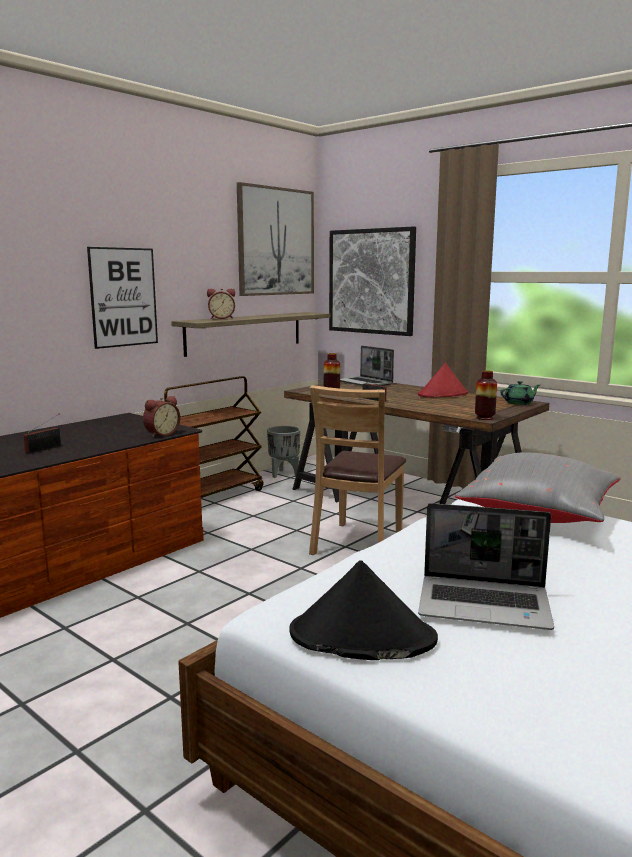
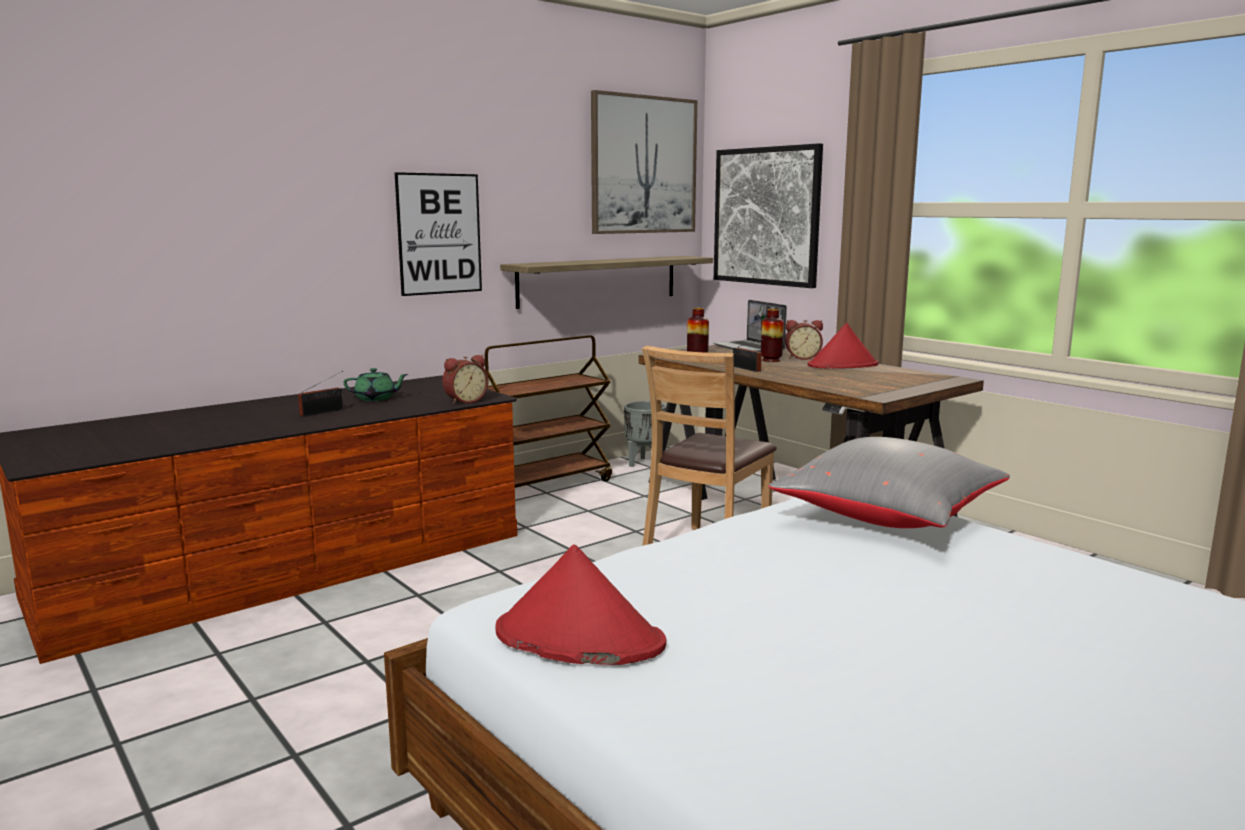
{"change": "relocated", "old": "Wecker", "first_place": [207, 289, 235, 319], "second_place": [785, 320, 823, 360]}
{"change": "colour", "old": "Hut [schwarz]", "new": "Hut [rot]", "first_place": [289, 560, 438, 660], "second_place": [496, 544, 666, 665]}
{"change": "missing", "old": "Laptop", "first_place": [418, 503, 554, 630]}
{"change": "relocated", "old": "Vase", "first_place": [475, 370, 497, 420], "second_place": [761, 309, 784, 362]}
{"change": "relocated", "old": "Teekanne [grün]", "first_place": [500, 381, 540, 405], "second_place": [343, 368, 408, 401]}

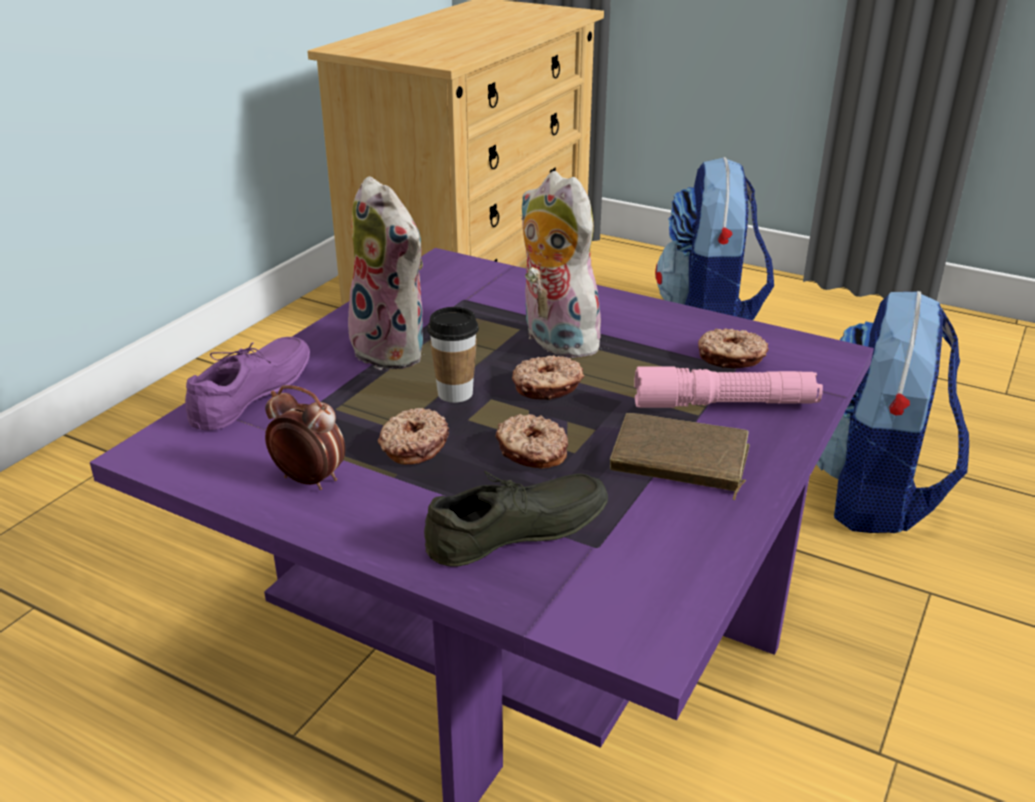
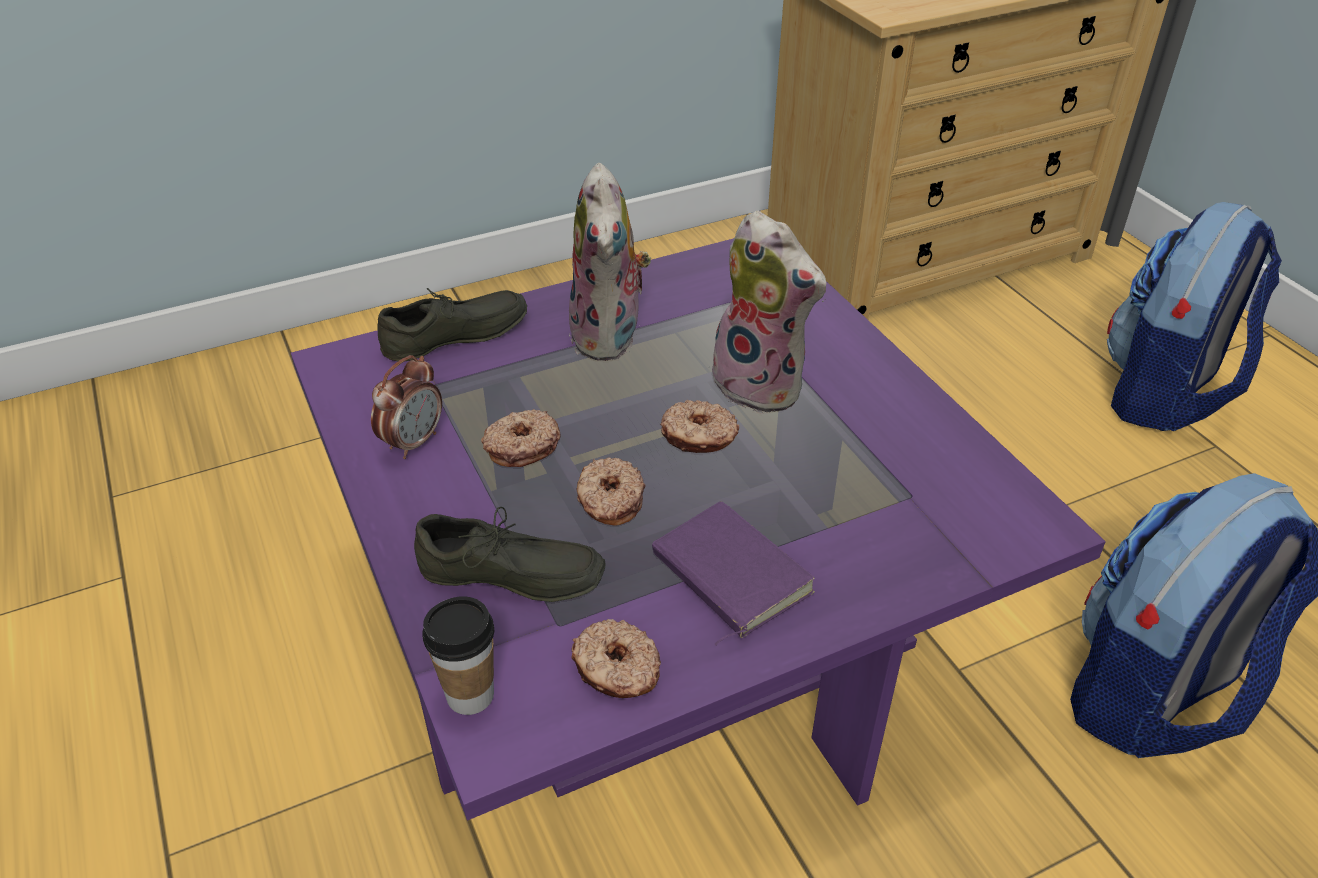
{"change": "colour", "old": "Schuh [lila]", "new": "Schuh [grau]", "first_place": [185, 337, 310, 430], "second_place": [377, 288, 527, 362]}
{"change": "spun", "old": "Wecker", "first_place": [265, 385, 346, 490], "second_place": [371, 355, 442, 459], "degrees": 60}
{"change": "relocated", "old": "Tasse", "first_place": [427, 307, 479, 403], "second_place": [422, 597, 494, 715]}
{"change": "spun", "old": "Plüschtier", "first_place": [521, 171, 609, 358], "second_place": [712, 211, 826, 414], "degrees": 135}
{"change": "colour", "old": "Buch [braun]", "new": "Buch [lila]", "first_place": [610, 413, 750, 500], "second_place": [652, 501, 815, 646]}
{"change": "missing", "old": "Taschenlampe [rosa]", "first_place": [634, 366, 823, 408]}
{"change": "relocated", "old": "Donut", "first_place": [698, 329, 769, 368], "second_place": [571, 619, 661, 698]}

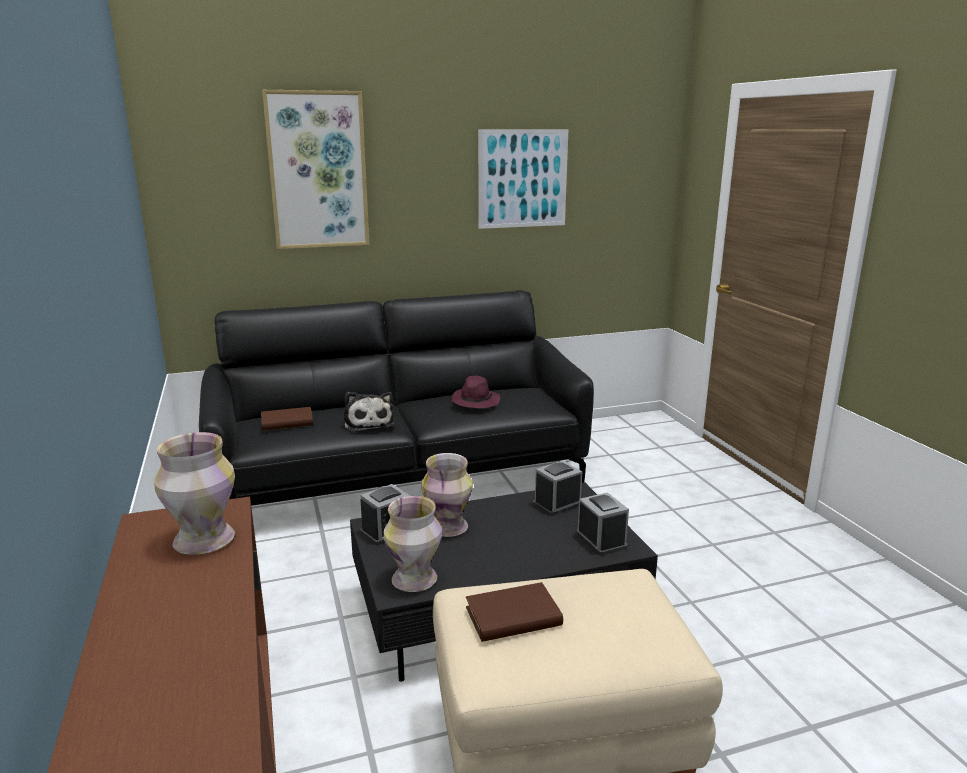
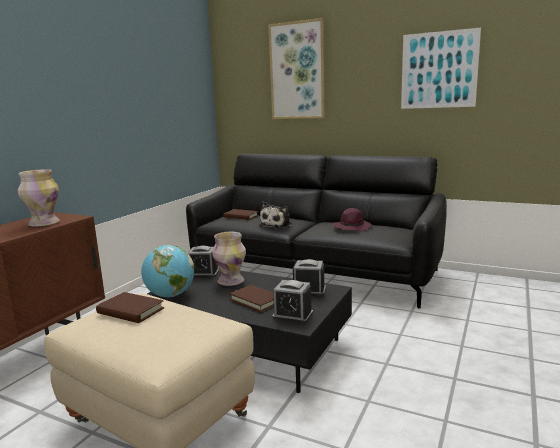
{"change": "exchanged", "old": "Vase", "new": "Globus", "first_place": [384, 496, 442, 592], "second_place": [141, 245, 194, 297]}
{"change": "spun", "old": "Wecker", "first_place": [576, 492, 629, 556], "second_place": [272, 280, 313, 324], "degrees": 90}
{"change": "appeared", "new": "Buch [braun]", "second_place": [229, 285, 274, 312]}

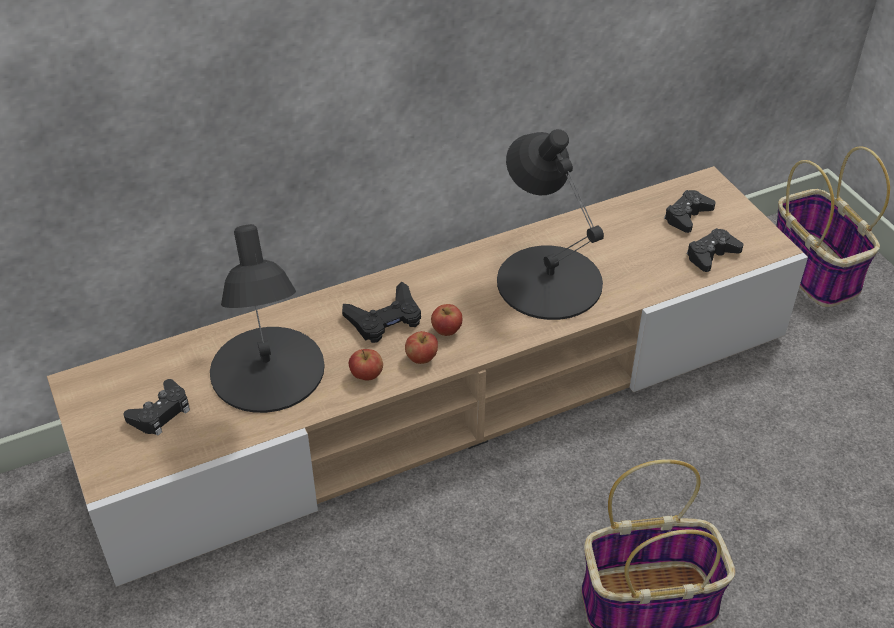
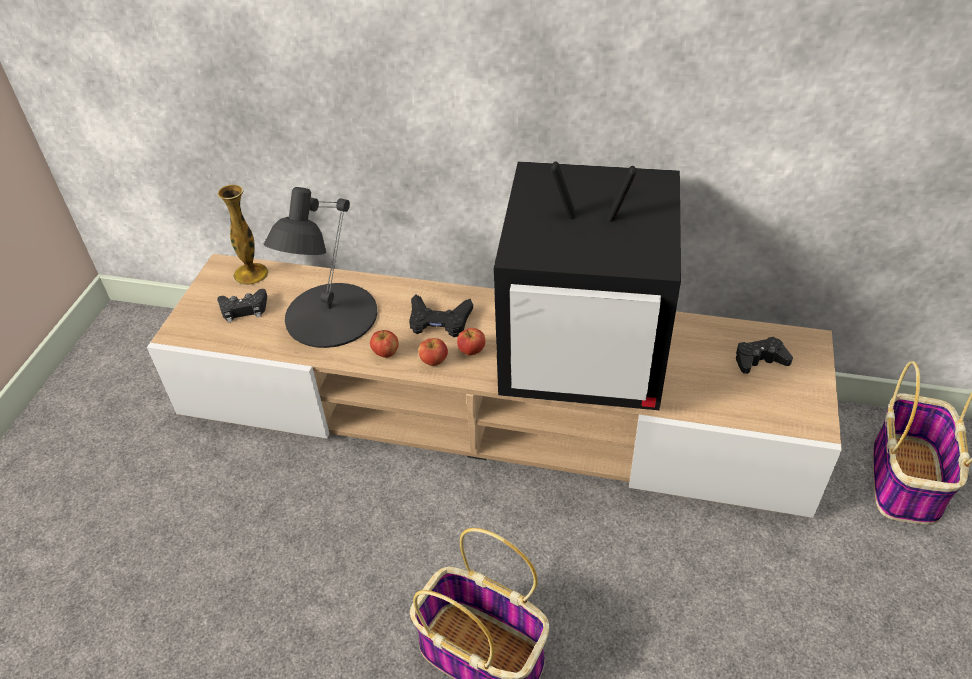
{"change": "exchanged", "old": "Tischlampe [schwarz]", "new": "Fernseher", "first_place": [497, 129, 604, 320], "second_place": [494, 161, 681, 410]}
{"change": "missing", "old": "Gamepad [schwarz]", "first_place": [687, 228, 743, 272]}
{"change": "appeared", "new": "Vase", "second_place": [218, 185, 268, 285]}

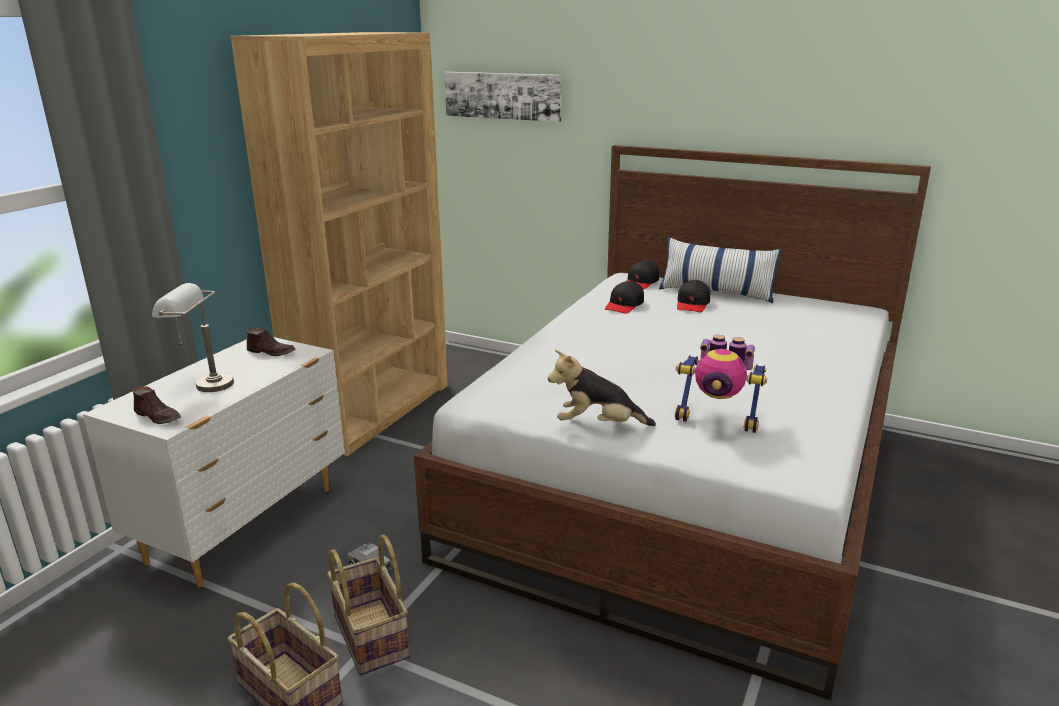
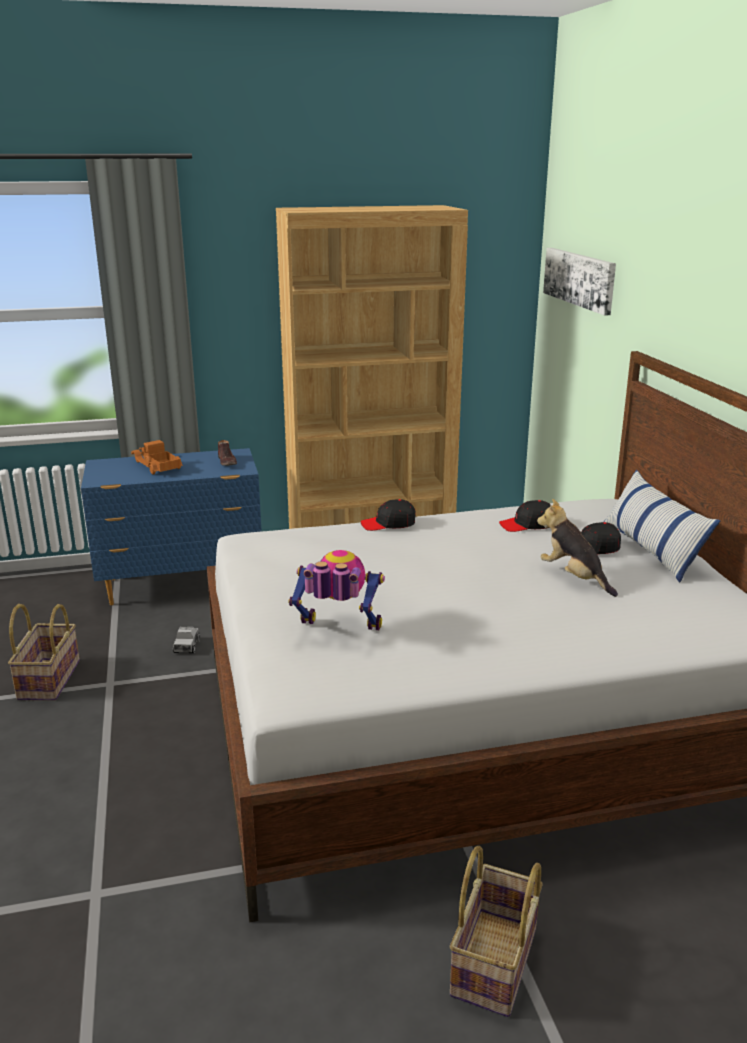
{"change": "colour", "old": "Kommode [weiß]", "new": "Kommode [blau]", "first_place": [83, 337, 345, 587], "second_place": [81, 448, 262, 605]}
{"change": "missing", "old": "Schuh [braun]", "first_place": [133, 386, 181, 424]}
{"change": "exchanged", "old": "Tischlampe [grau]", "new": "Spielzeuglaster", "first_place": [152, 283, 234, 392], "second_place": [131, 440, 183, 474]}
{"change": "relocated", "old": "Korb", "first_place": [327, 535, 410, 675], "second_place": [450, 846, 543, 1017]}
{"change": "relocated", "old": "Plüschtier", "first_place": [548, 350, 656, 426], "second_place": [537, 499, 618, 597]}
{"change": "relocated", "old": "Kappe [schwarz]", "first_place": [626, 260, 659, 290], "second_place": [361, 499, 416, 531]}
{"change": "spun", "old": "Spielzeugroboter", "first_place": [675, 335, 767, 433], "second_place": [288, 550, 385, 630], "degrees": 120}

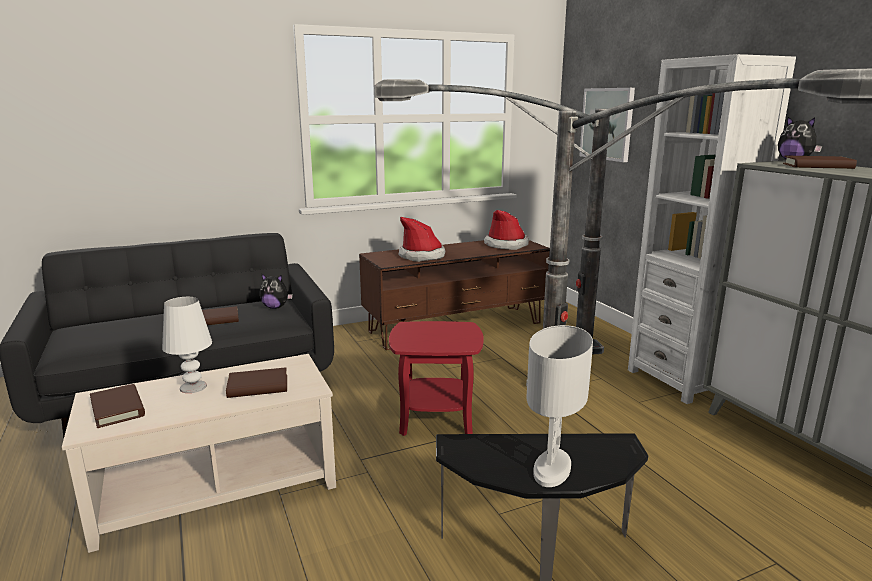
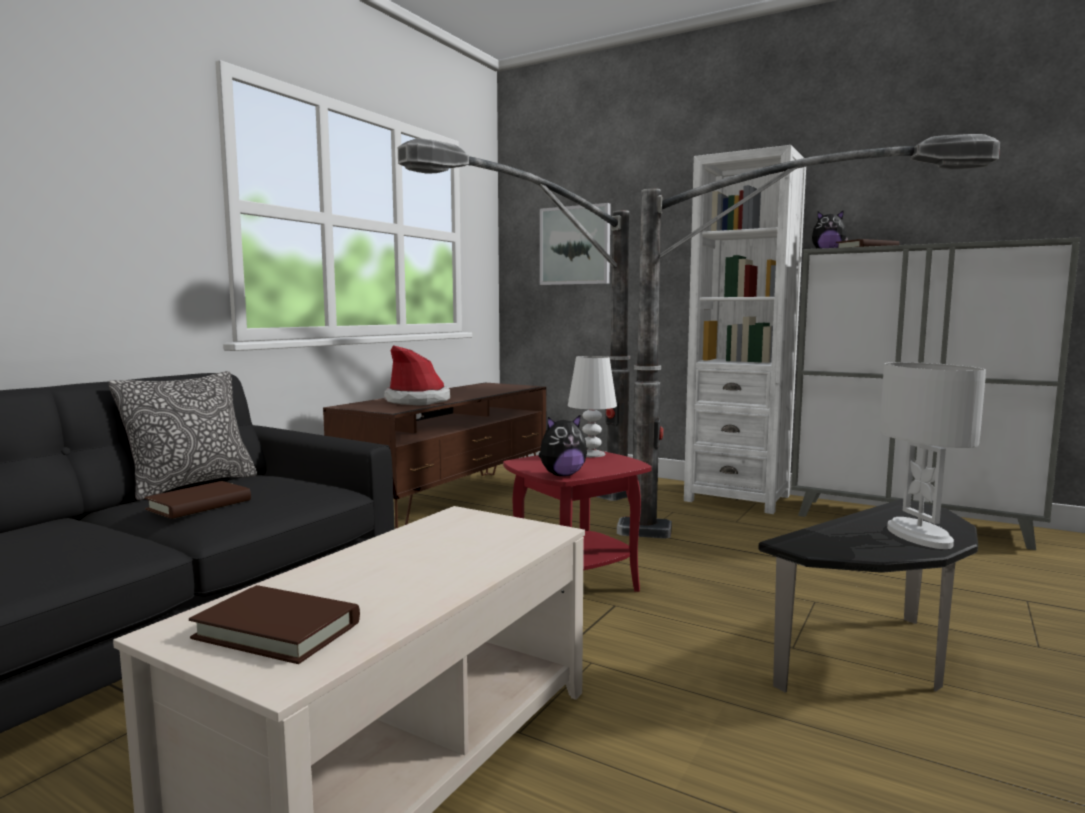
{"change": "relocated", "old": "Tischlampe [weiß]", "first_place": [162, 297, 212, 393], "second_place": [568, 356, 617, 457]}
{"change": "missing", "old": "Buch [braun]", "first_place": [226, 367, 287, 398]}
{"change": "relocated", "old": "Plüschtier", "first_place": [259, 274, 293, 309], "second_place": [539, 414, 587, 476]}
{"change": "missing", "old": "Hut", "first_place": [484, 210, 529, 250]}
{"change": "appeared", "new": "Kissen", "second_place": [109, 371, 257, 500]}

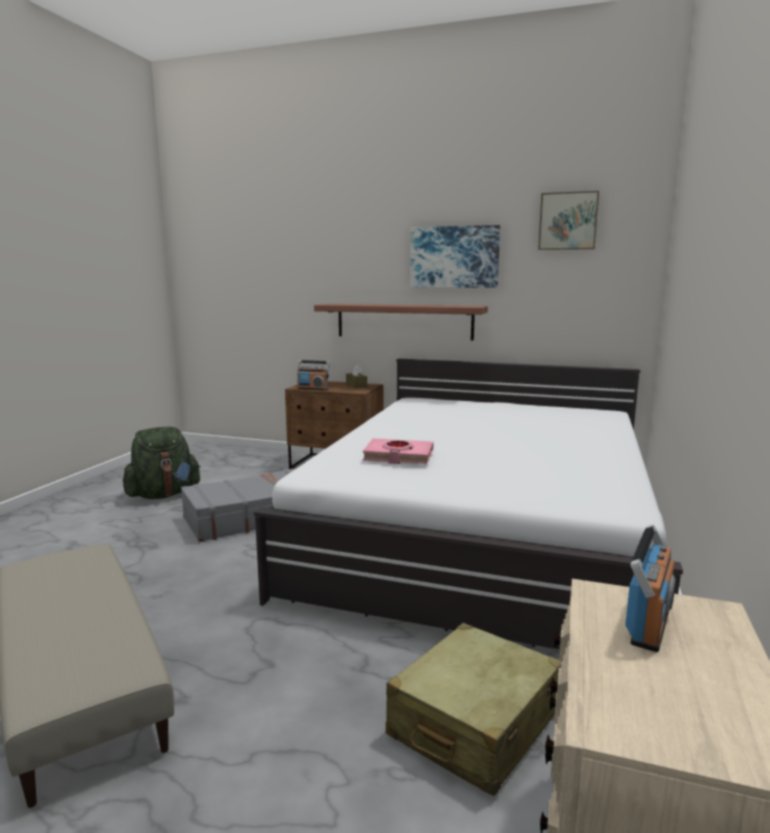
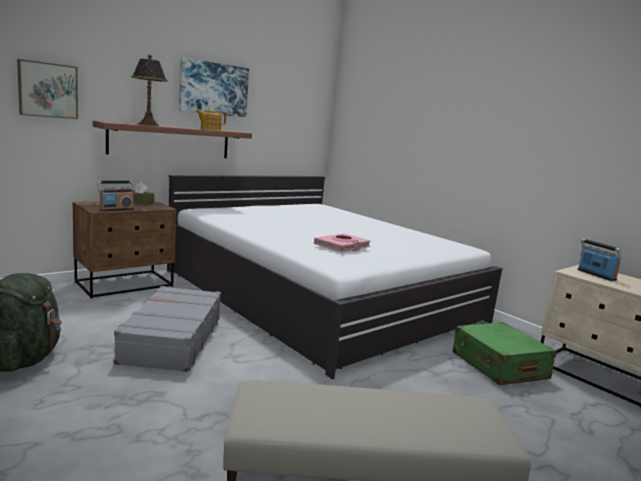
{"change": "colour", "old": "Koffer [beige]", "new": "Koffer [grün]", "first_place": [386, 623, 561, 796], "second_place": [453, 322, 556, 385]}
{"change": "relocated", "old": "Bild", "first_place": [538, 191, 599, 250], "second_place": [17, 59, 78, 119]}
{"change": "appeared", "new": "Tischlampe", "second_place": [131, 55, 168, 126]}
{"change": "appeared", "new": "Teekanne", "second_place": [196, 110, 226, 130]}

